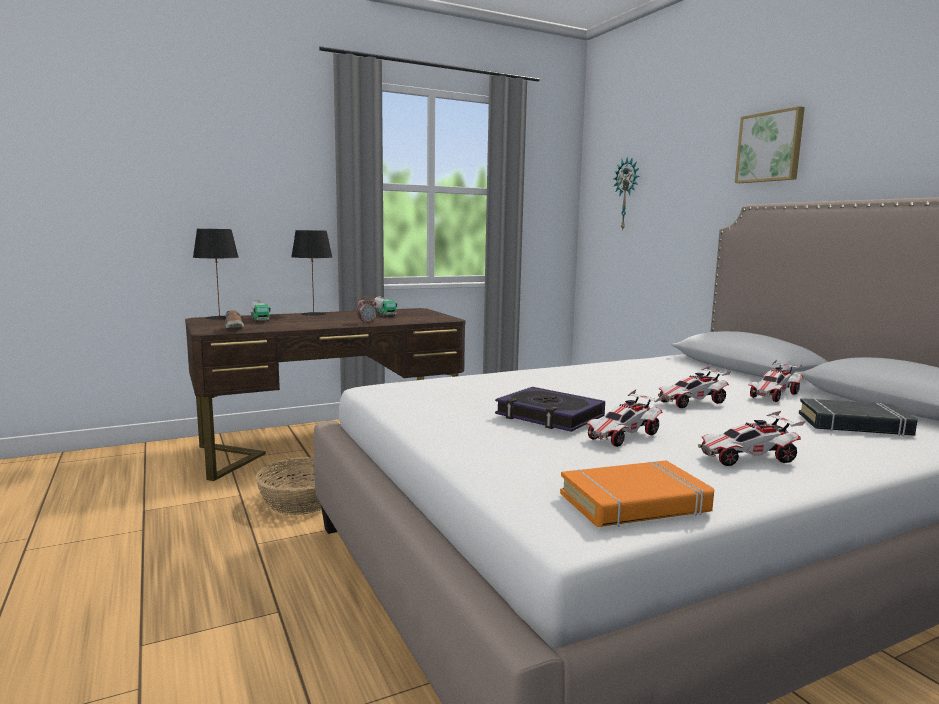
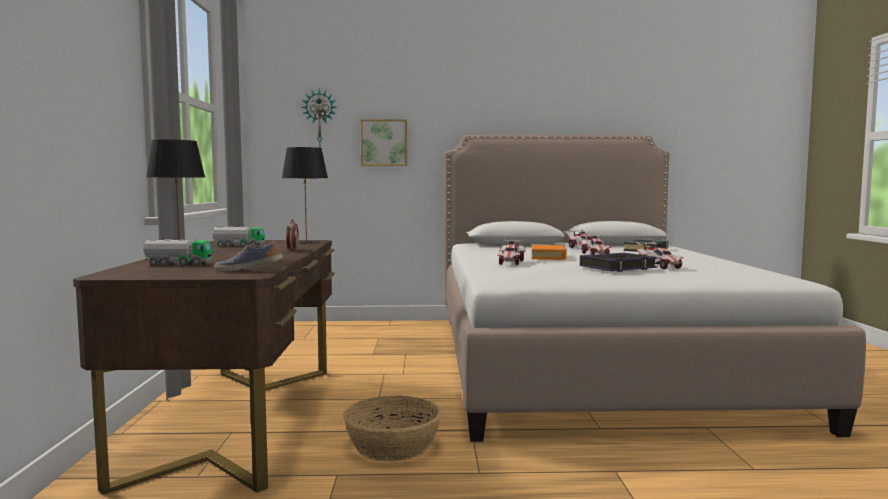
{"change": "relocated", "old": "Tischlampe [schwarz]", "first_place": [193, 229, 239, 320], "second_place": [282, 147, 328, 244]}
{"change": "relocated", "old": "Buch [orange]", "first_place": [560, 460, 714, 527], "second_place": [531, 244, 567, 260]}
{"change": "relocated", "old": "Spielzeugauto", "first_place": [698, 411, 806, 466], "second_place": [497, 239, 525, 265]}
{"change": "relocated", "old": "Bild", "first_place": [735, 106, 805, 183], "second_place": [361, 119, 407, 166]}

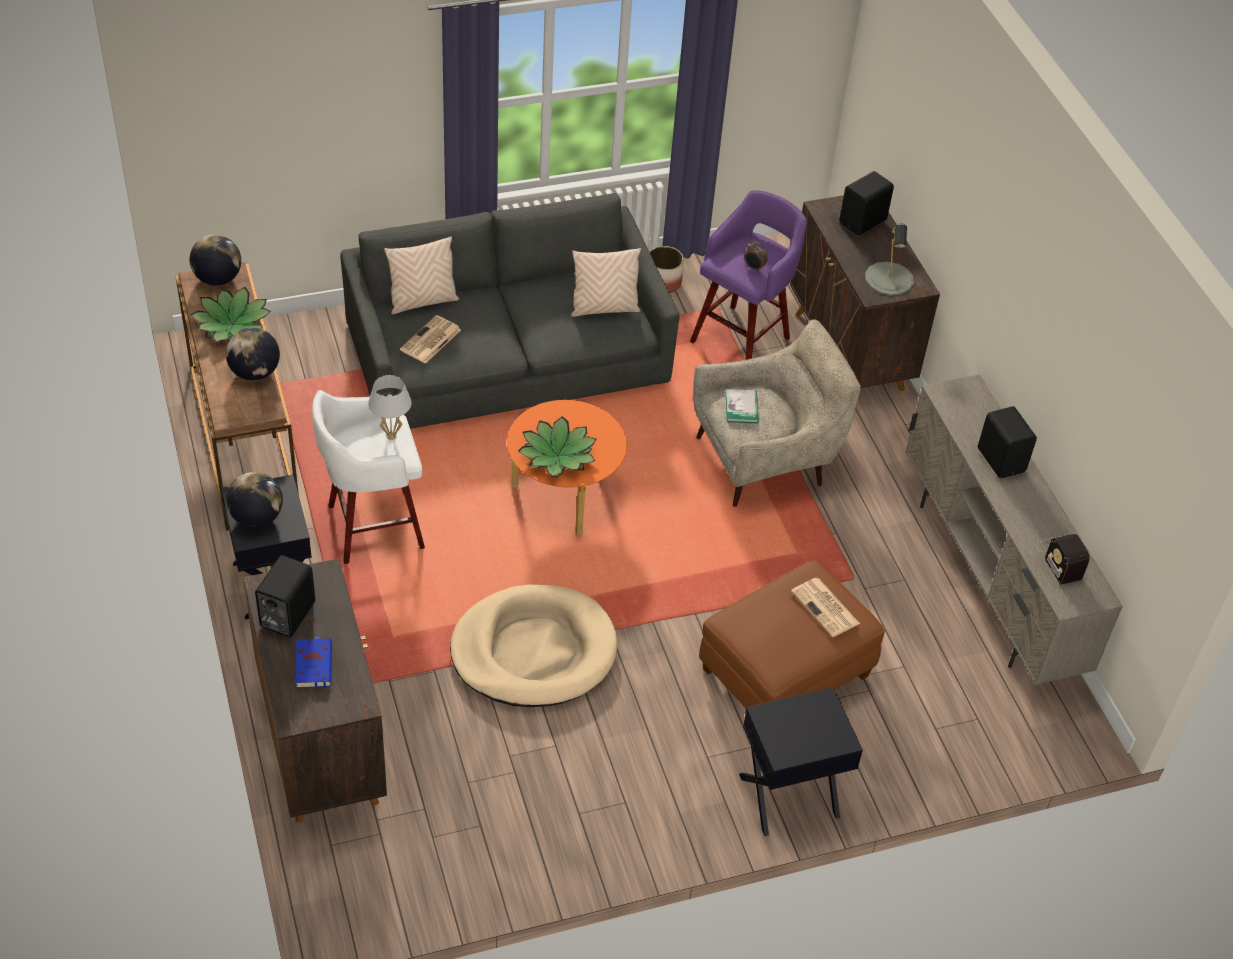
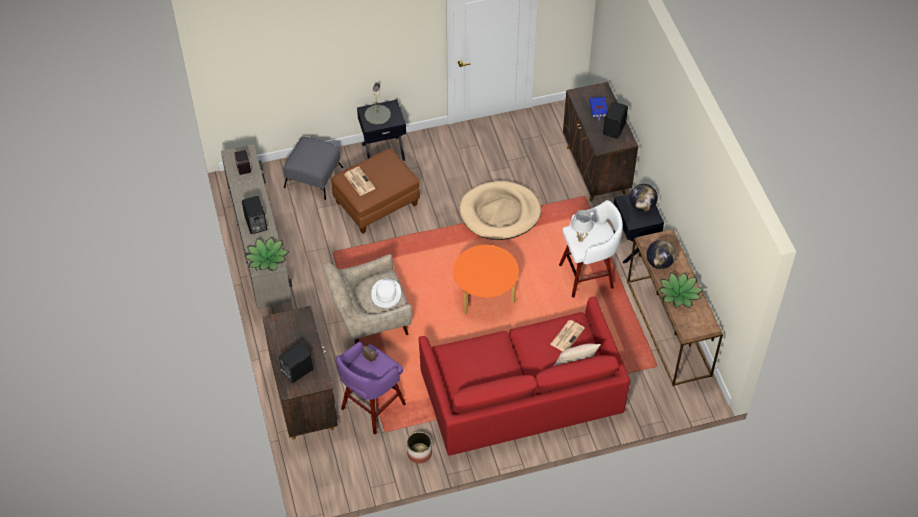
{"change": "missing", "old": "Globus", "first_place": [190, 235, 241, 286]}
{"change": "colour", "old": "Sofa [grau]", "new": "Sofa [rot]", "first_place": [340, 193, 680, 429], "second_place": [419, 296, 630, 456]}
{"change": "relocated", "old": "Topfpflanze", "first_place": [518, 416, 597, 478], "second_place": [245, 237, 289, 271]}
{"change": "missing", "old": "Kissen [beige]", "first_place": [571, 248, 641, 317]}
{"change": "exchanged", "old": "Buch", "new": "Hut [weiß]", "first_place": [726, 389, 759, 423], "second_place": [371, 279, 401, 308]}
{"change": "relocated", "old": "Tischlampe [grau]", "first_place": [865, 223, 914, 296], "second_place": [365, 83, 391, 125]}
{"change": "appeared", "new": "Polsterhocker [grau]", "second_place": [283, 137, 343, 200]}

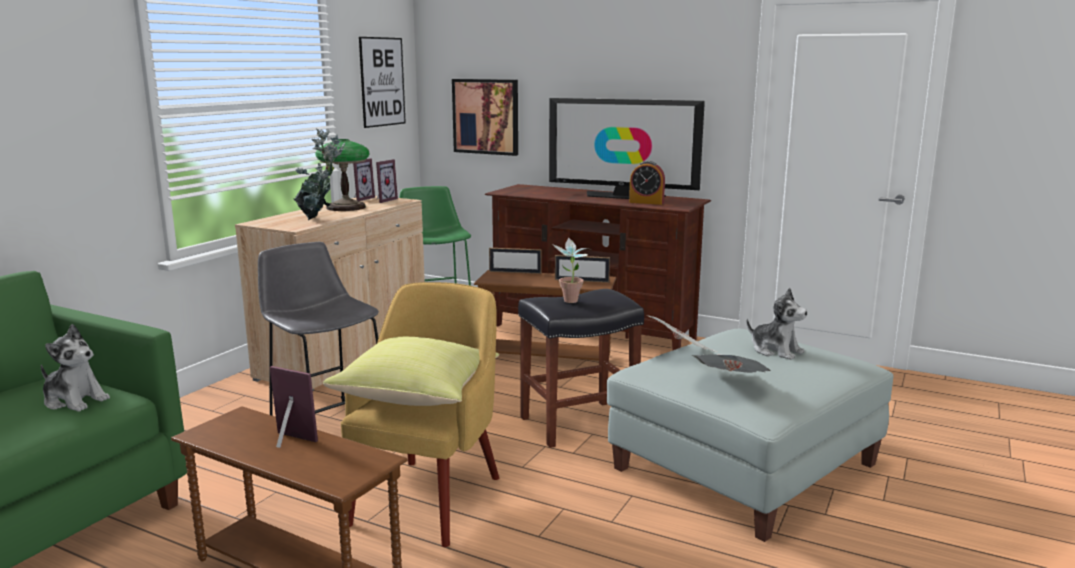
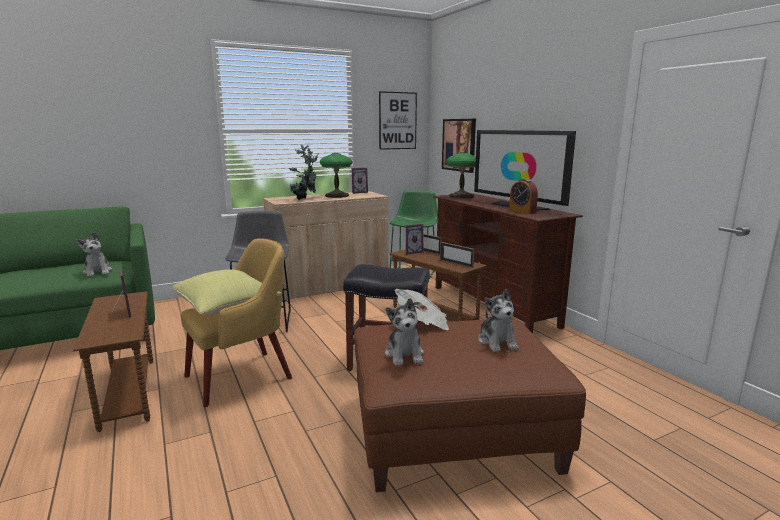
{"change": "relocated", "old": "Bilderrahmen", "first_place": [376, 159, 398, 203], "second_place": [406, 224, 424, 255]}
{"change": "missing", "old": "Topfpflanze", "first_place": [553, 238, 588, 303]}
{"change": "colour", "old": "Polsterhocker [grau]", "new": "Polsterhocker [braun]", "first_place": [607, 329, 893, 542], "second_place": [354, 319, 586, 492]}
{"change": "exchanged", "old": "Zeitung", "new": "Plüschtier", "first_place": [691, 354, 770, 373], "second_place": [385, 298, 424, 366]}
{"change": "appeared", "new": "Tischlampe", "second_place": [446, 152, 476, 198]}

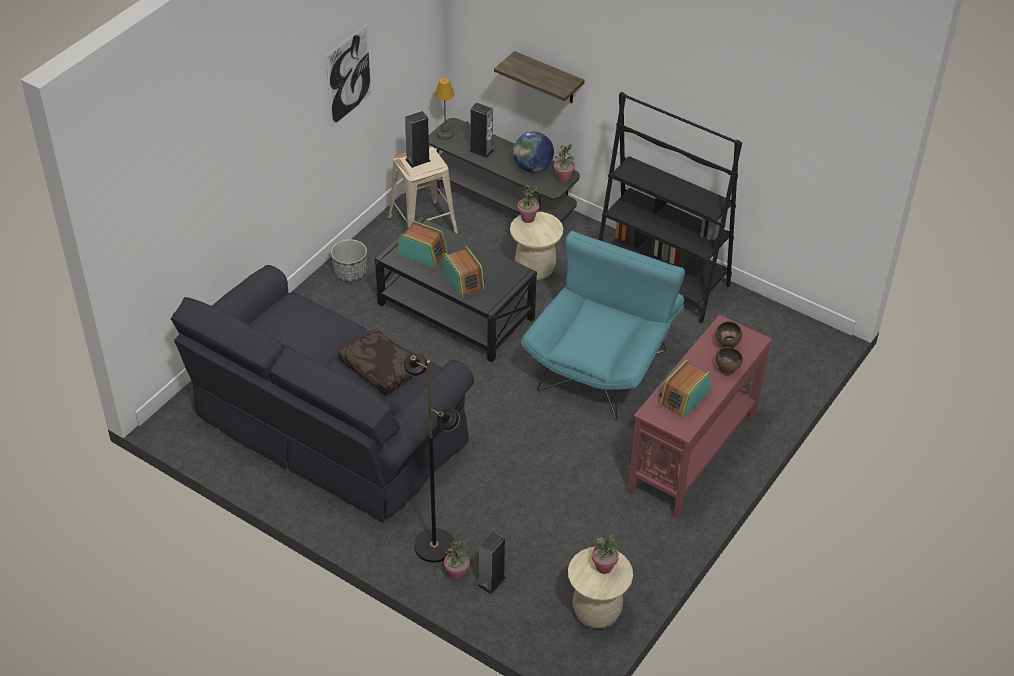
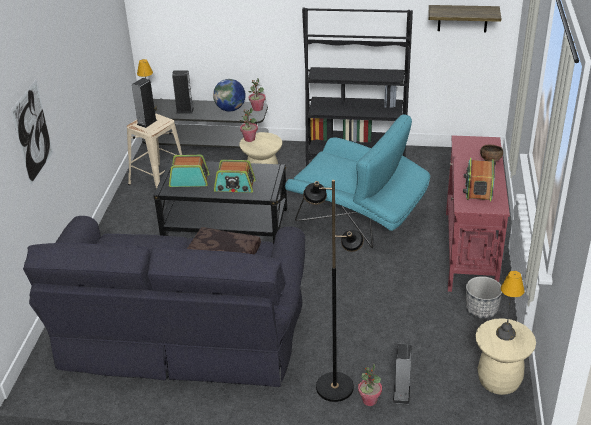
{"change": "relocated", "old": "Bild", "first_place": [326, 23, 372, 128], "second_place": [10, 79, 54, 187]}
{"change": "relocated", "old": "Pflanzkübel", "first_place": [331, 239, 367, 282], "second_place": [466, 276, 502, 319]}
{"change": "spun", "old": "Radio", "first_place": [442, 246, 486, 298], "second_place": [214, 160, 256, 193], "degrees": 150}
{"change": "relocated", "old": "Wandregal", "first_place": [494, 51, 585, 103], "second_place": [429, 5, 502, 32]}
{"change": "spun", "old": "Sessel [türkis]", "first_place": [521, 231, 685, 420], "second_place": [285, 114, 430, 248], "degrees": 120}
{"change": "exchanged", "old": "Topfpflanze", "new": "Tischlampe", "first_place": [592, 534, 619, 574], "second_place": [496, 271, 525, 341]}
{"change": "missing", "old": "Schüssel [braun]", "first_place": [715, 321, 742, 348]}

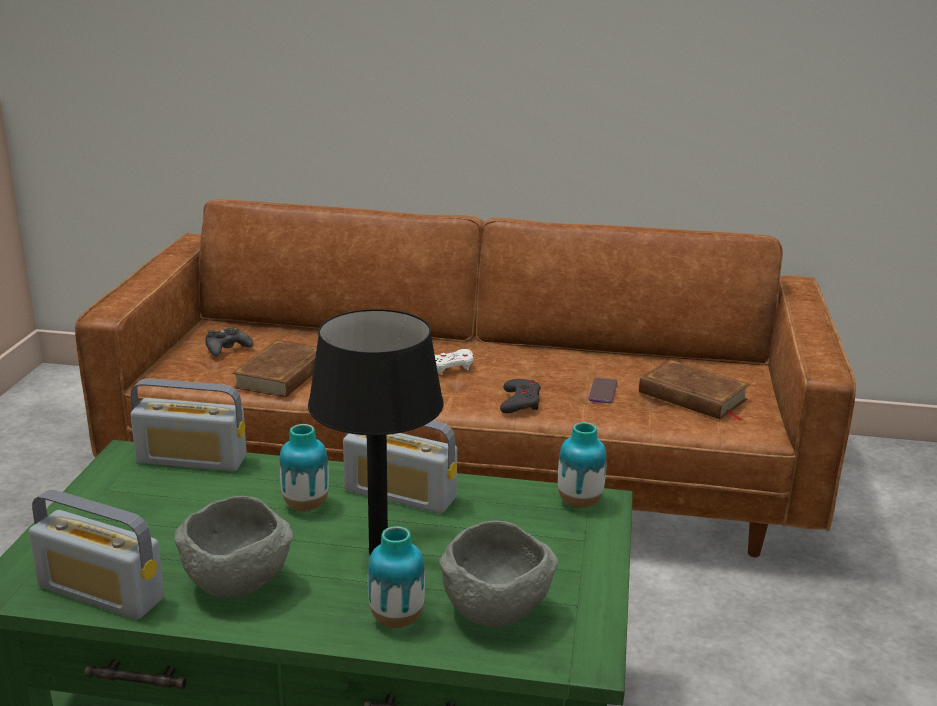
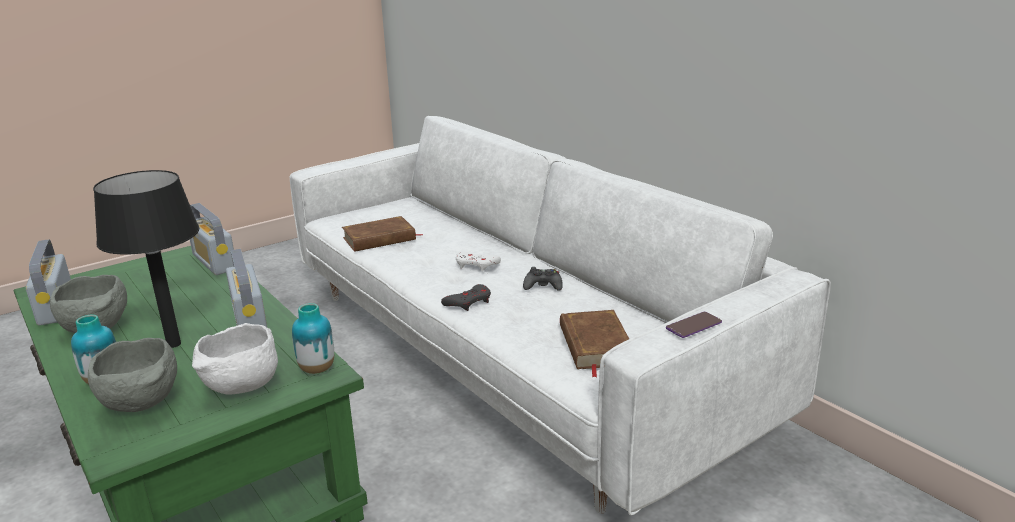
{"change": "colour", "old": "Sofa [braun]", "new": "Sofa [weiß]", "first_place": [75, 199, 856, 557], "second_place": [290, 116, 831, 515]}
{"change": "relocated", "old": "Gamepad [schwarz]", "first_place": [205, 327, 253, 357], "second_place": [523, 267, 563, 291]}
{"change": "missing", "old": "Vase", "first_place": [279, 424, 329, 511]}
{"change": "relocated", "old": "Handy", "first_place": [588, 378, 617, 403], "second_place": [666, 312, 722, 338]}
{"change": "appeared", "new": "Schüssel [weiß]", "second_place": [192, 323, 278, 395]}

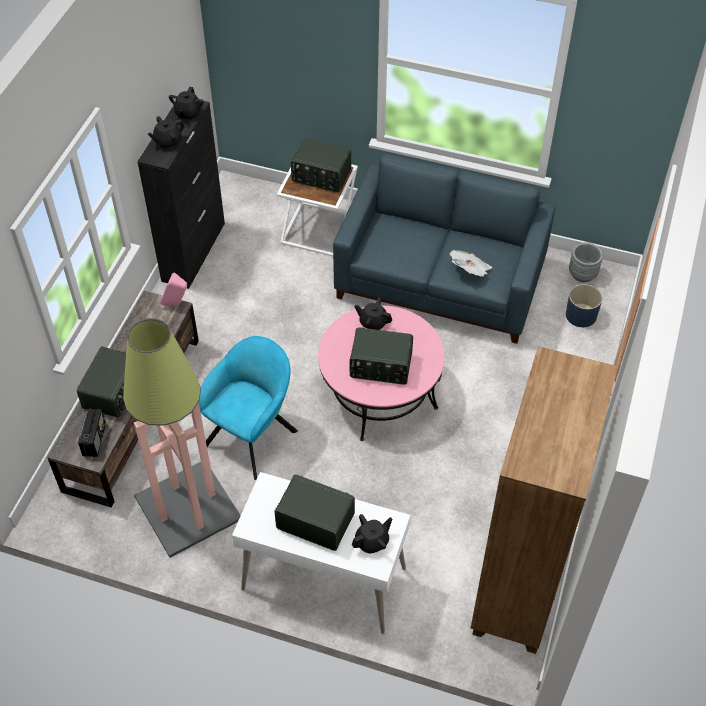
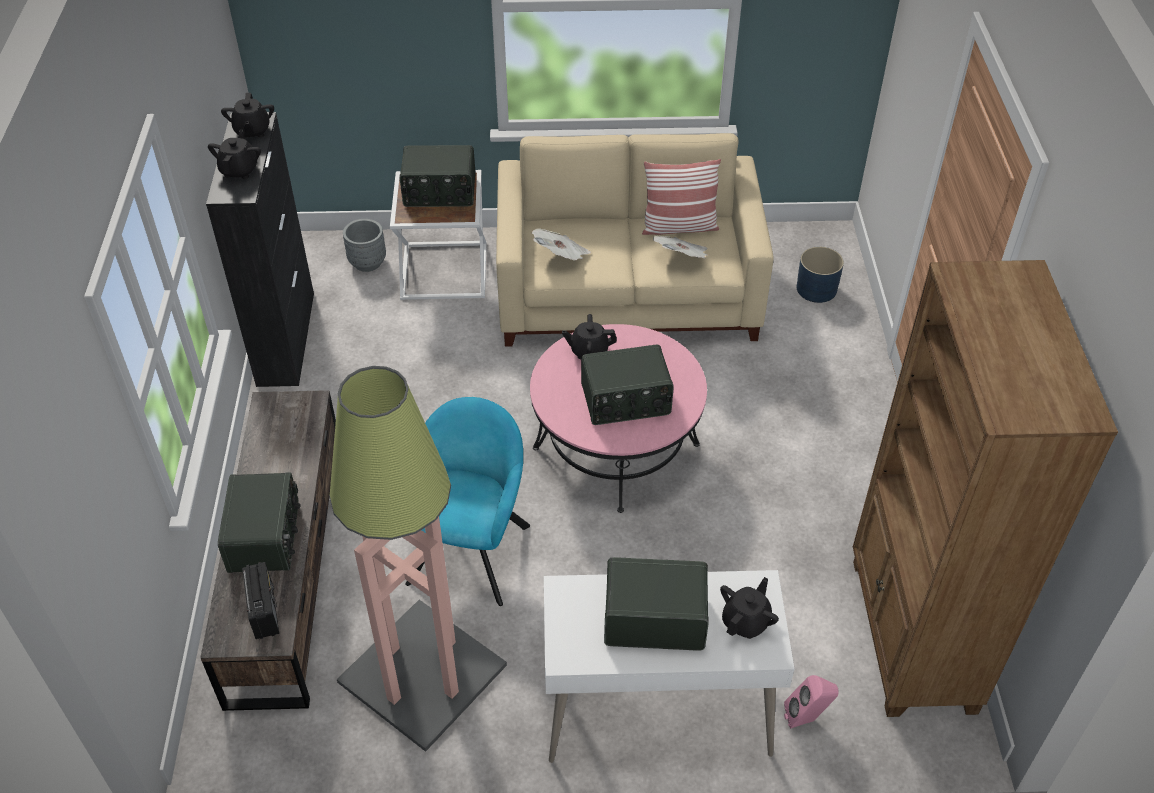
{"change": "spun", "old": "Teekanne [schwarz]", "first_place": [148, 116, 185, 149], "second_place": [208, 130, 261, 179], "degrees": 150}
{"change": "relocated", "old": "Lautsprecher [rosa]", "first_place": [160, 273, 187, 306], "second_place": [784, 675, 839, 729]}
{"change": "colour", "old": "Sofa [blau]", "new": "Sofa [beige]", "first_place": [333, 153, 555, 344], "second_place": [496, 133, 774, 347]}
{"change": "relocated", "old": "Pflanzkübel [grau]", "first_place": [569, 243, 603, 282], "second_place": [343, 219, 386, 272]}
{"change": "appeared", "new": "Zeitung", "second_place": [532, 228, 591, 261]}
{"change": "appeared", "new": "Kissen", "second_place": [642, 159, 721, 235]}

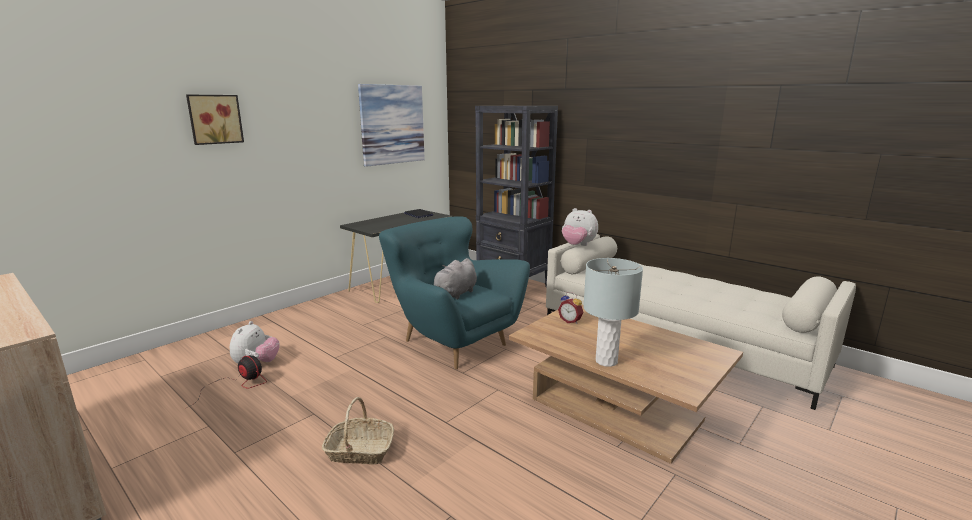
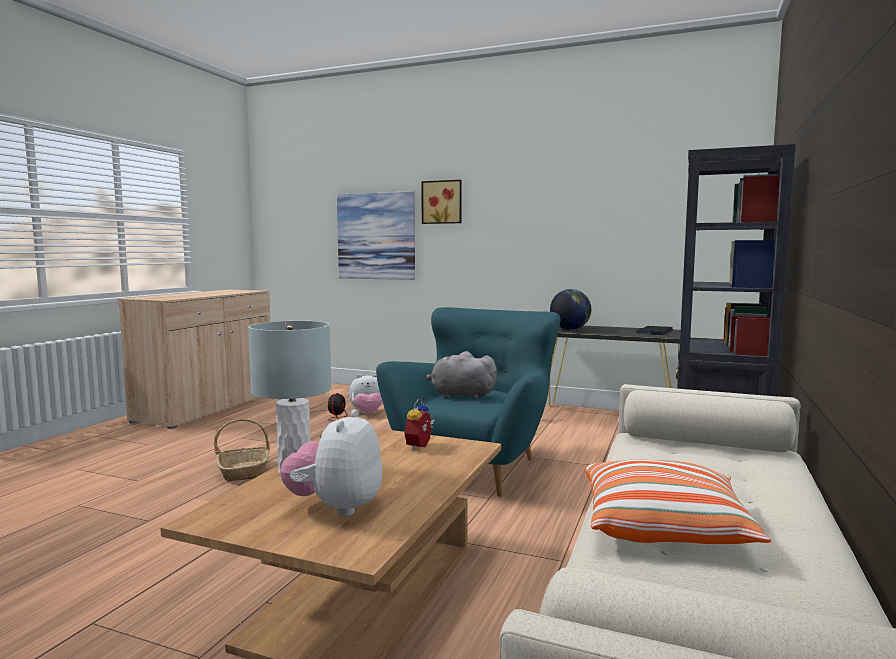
{"change": "relocated", "old": "Bild", "first_place": [358, 84, 425, 167], "second_place": [337, 191, 415, 280]}
{"change": "relocated", "old": "Plüschtier", "first_place": [562, 208, 598, 246], "second_place": [280, 410, 383, 517]}
{"change": "appeared", "new": "Globus", "second_place": [550, 289, 591, 330]}
{"change": "appeared", "new": "Kissen", "second_place": [585, 459, 771, 544]}

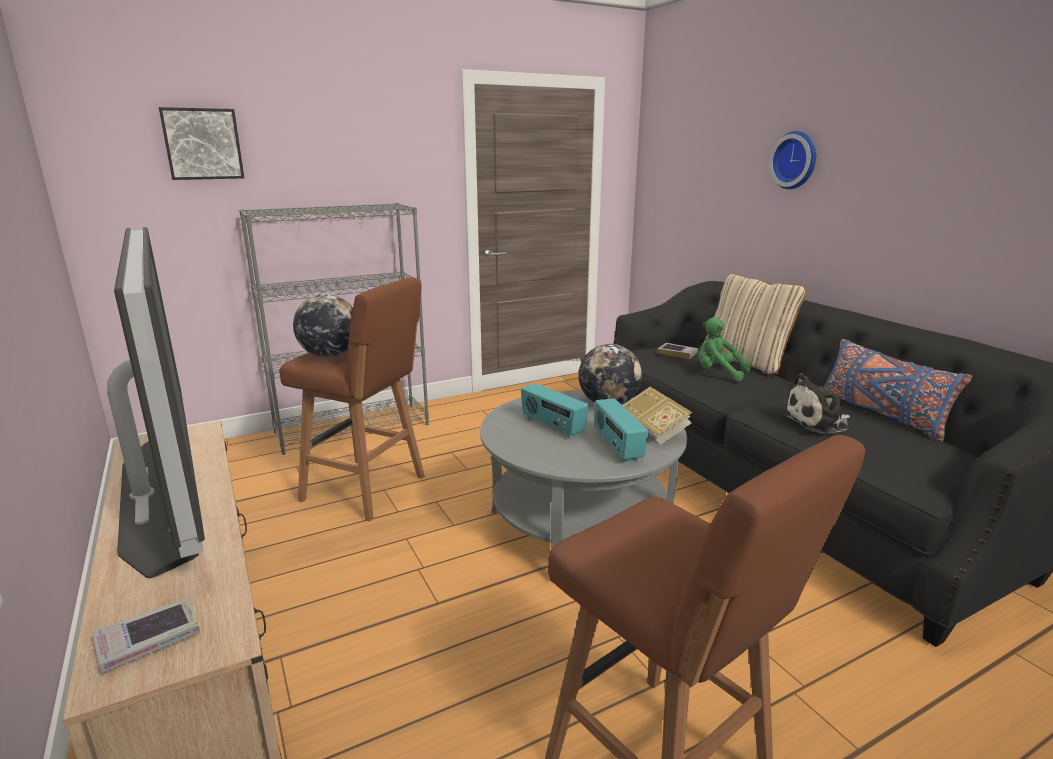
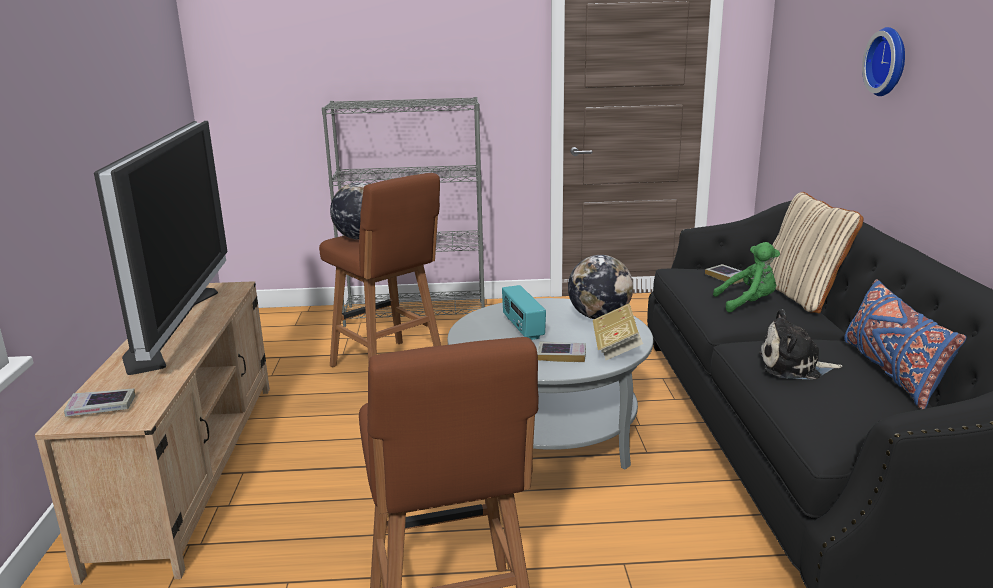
{"change": "missing", "old": "Bild", "first_place": [159, 107, 244, 180]}
{"change": "exchanged", "old": "Radio", "new": "Buch", "first_place": [595, 398, 648, 463], "second_place": [537, 342, 586, 362]}
{"change": "spun", "old": "Plüschtier [grün]", "first_place": [698, 317, 751, 381], "second_place": [713, 242, 780, 312], "degrees": 120}

